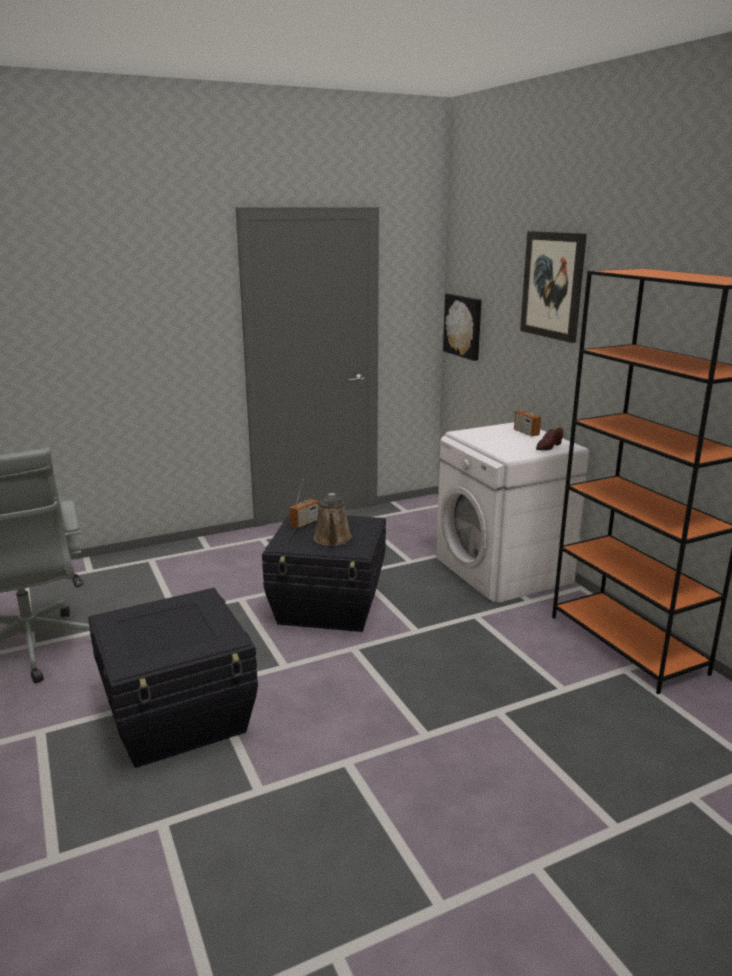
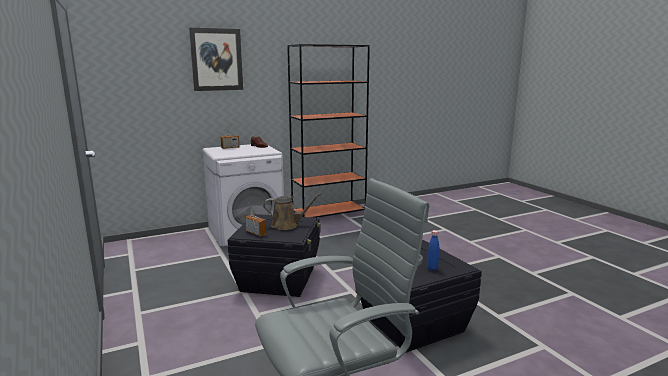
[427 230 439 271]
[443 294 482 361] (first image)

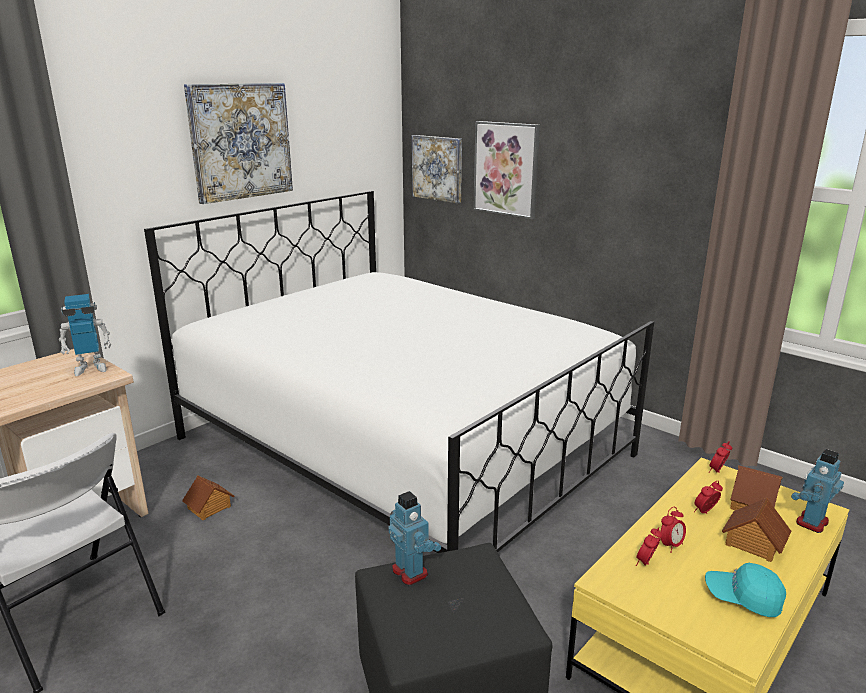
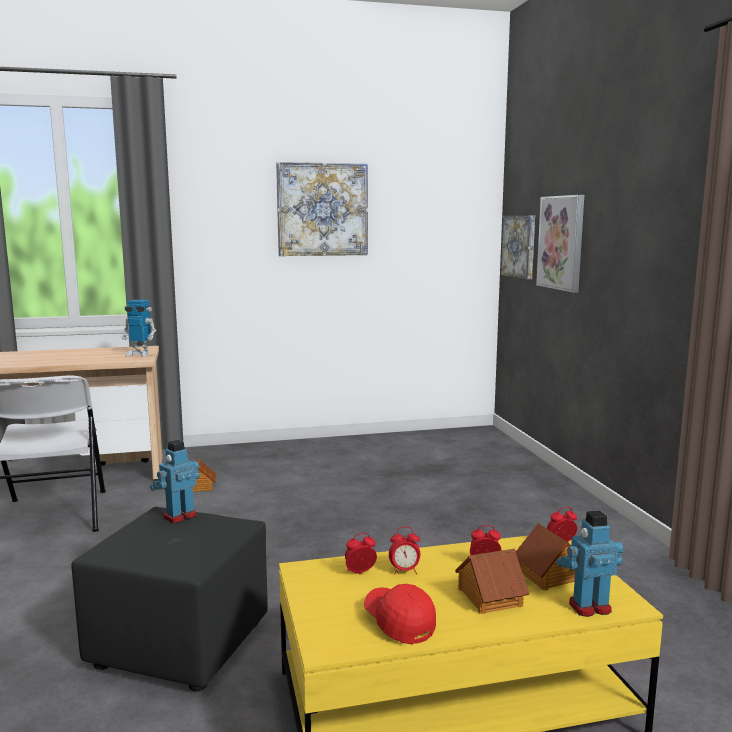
[150 440 200 523]
[364 584 436 645]
[144 191 654 553] (first image)

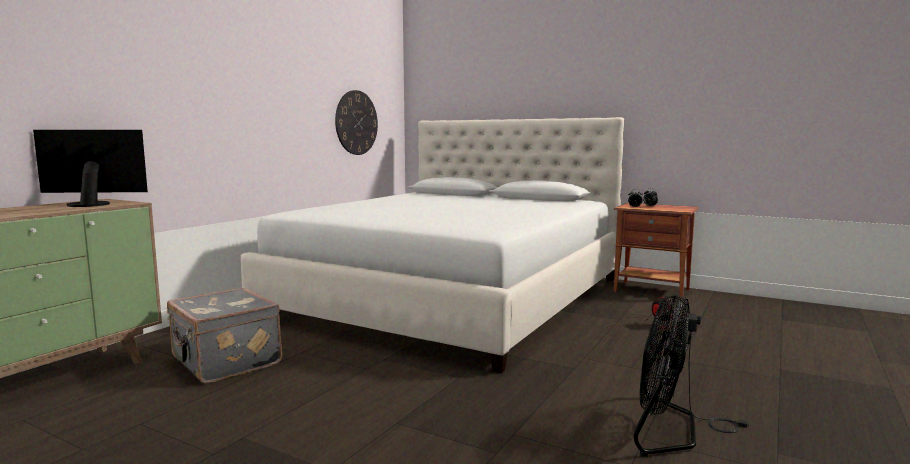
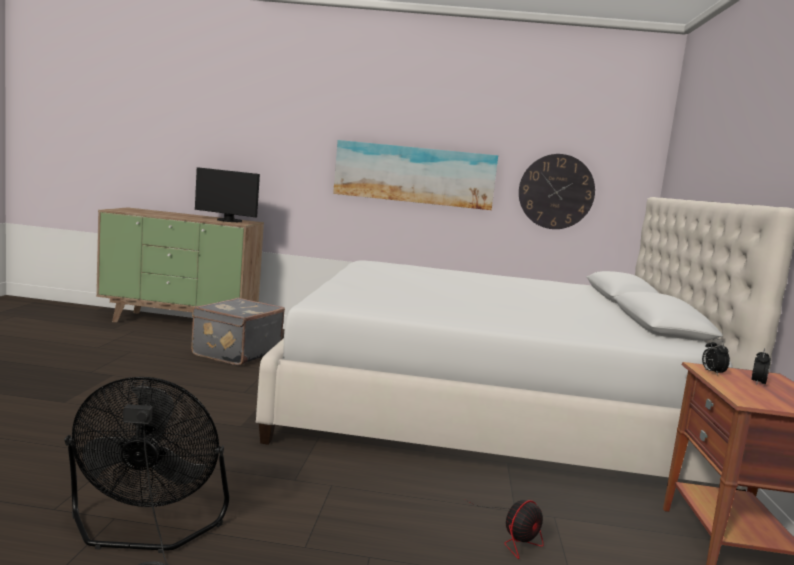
[195 167 260 222]
[333 140 498 210]

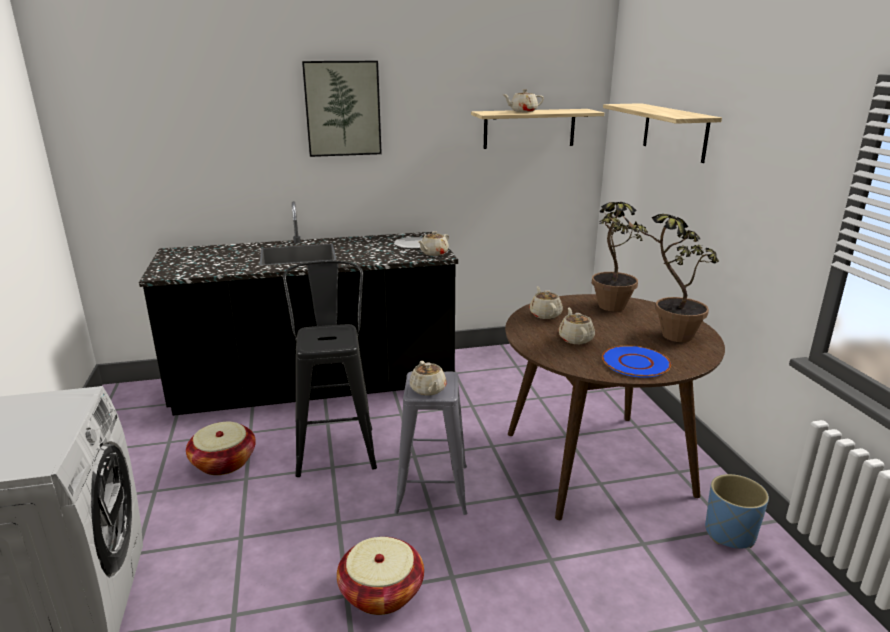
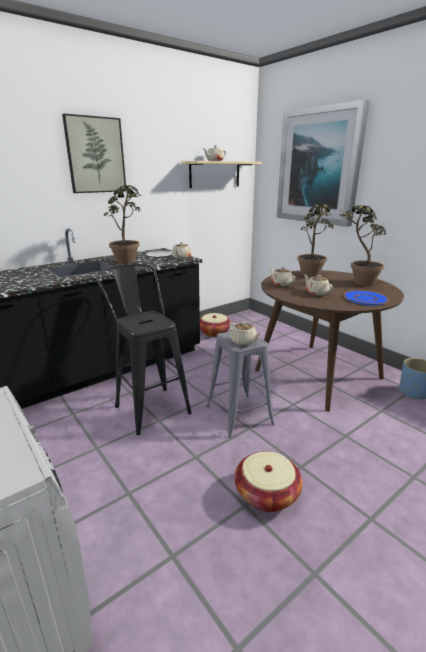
[105 185 141 264]
[200 313 231 337]
[277 99 370 227]

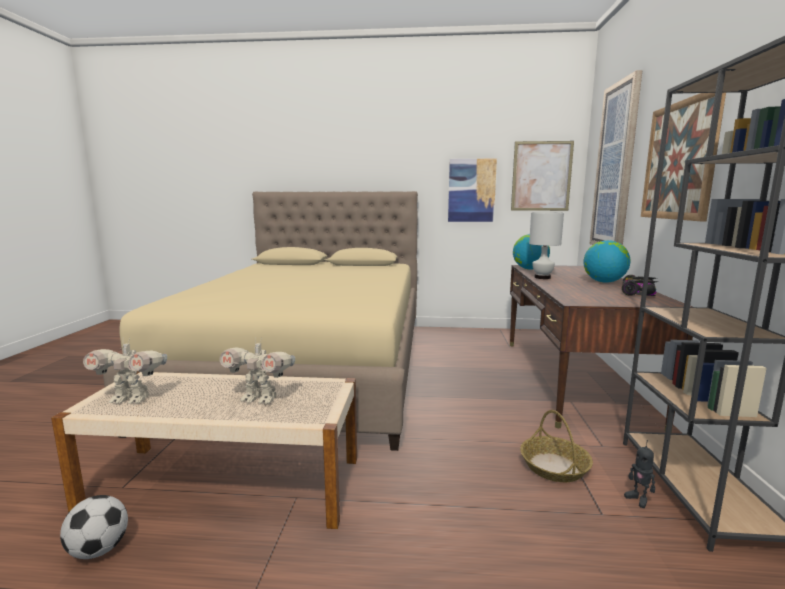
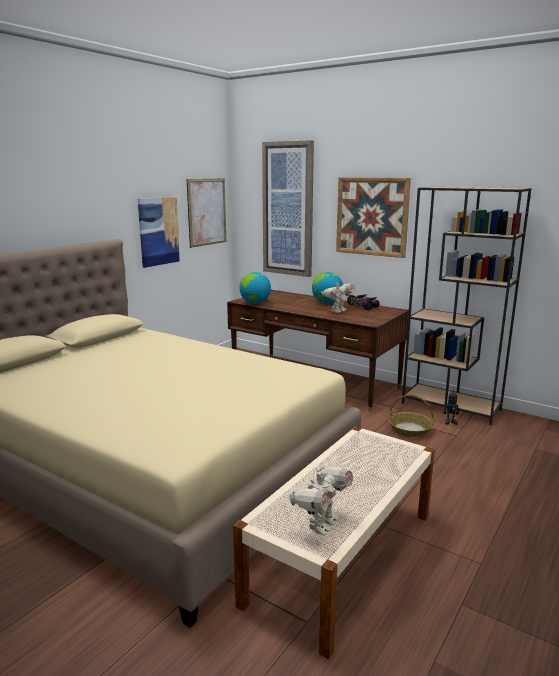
[321 282 355 313]
[60 495 128 559] (first image)
[529 212 564 279] (first image)

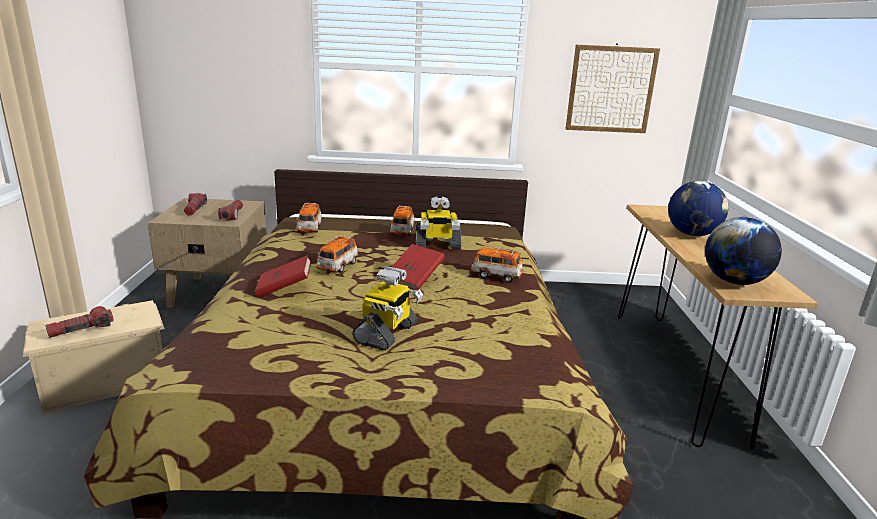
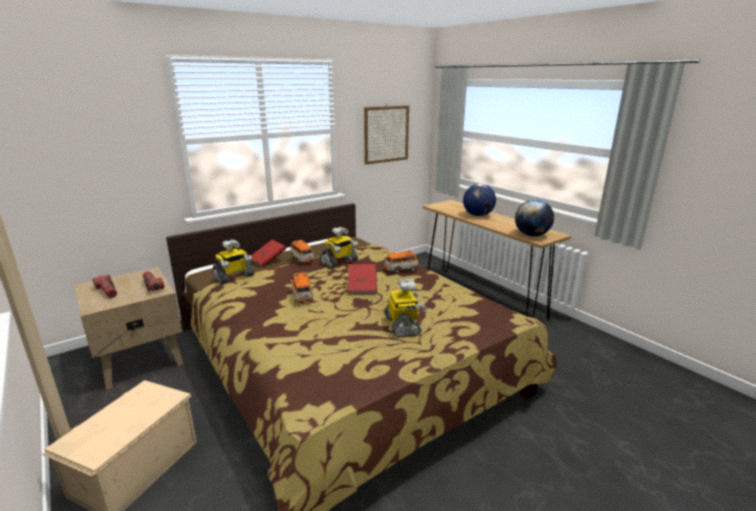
[212 239 254 284]
[251 239 286 267]
[45 306 113 338] (first image)

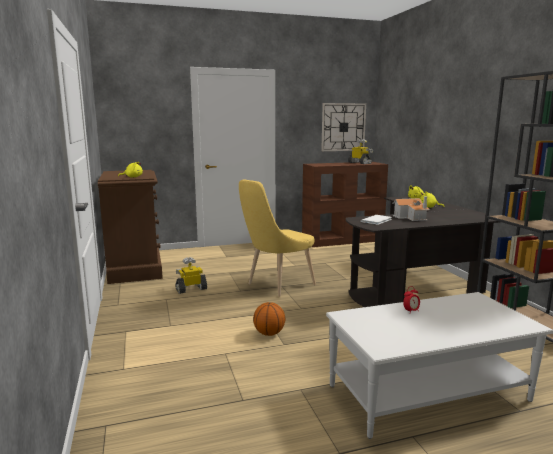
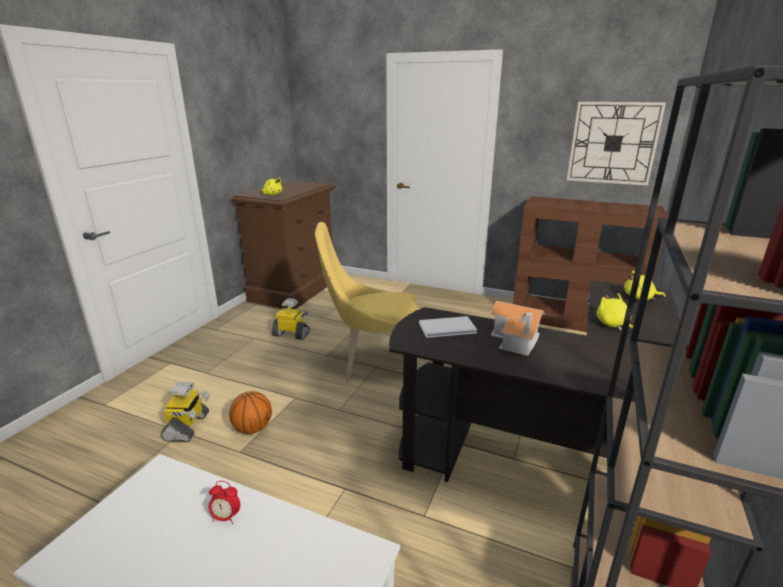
[161 382 210 442]

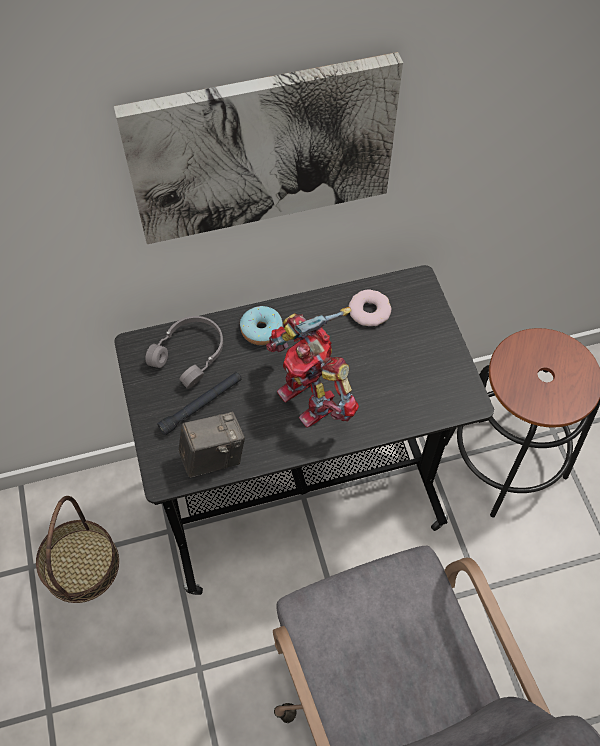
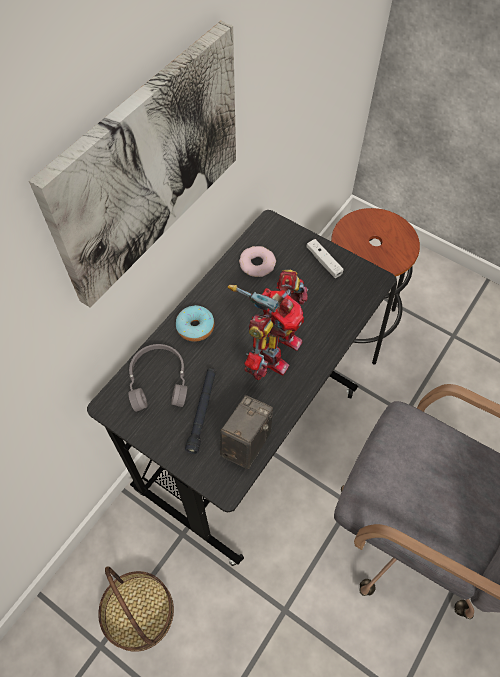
[228 270 308 380]
[306 239 344 278]

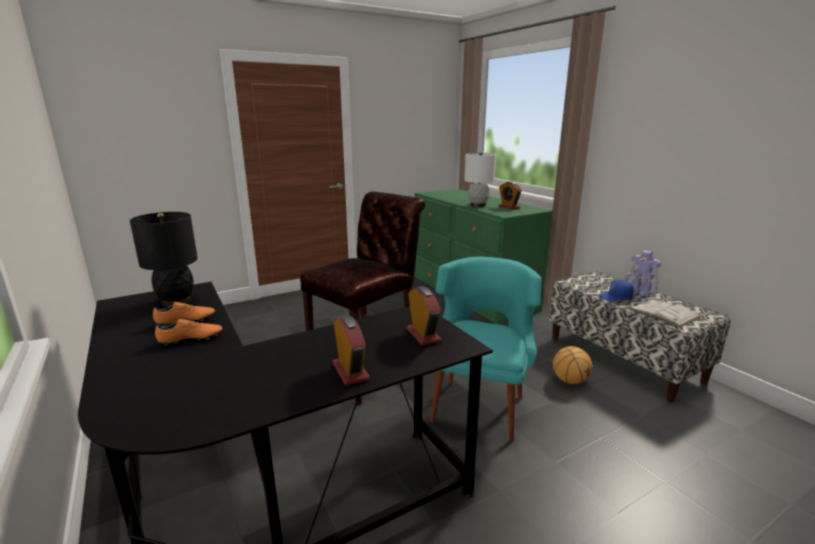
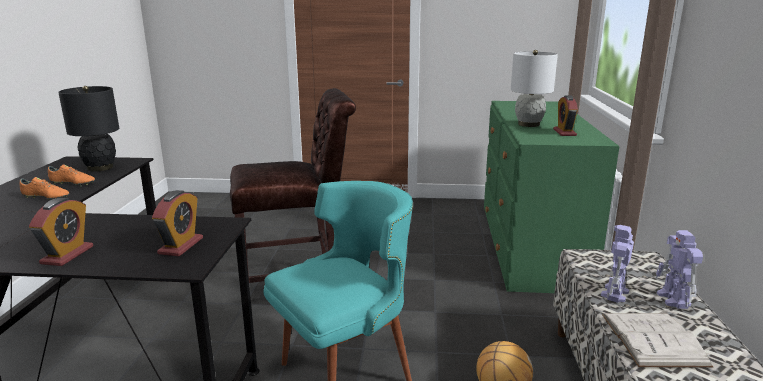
[601 225 634 303]

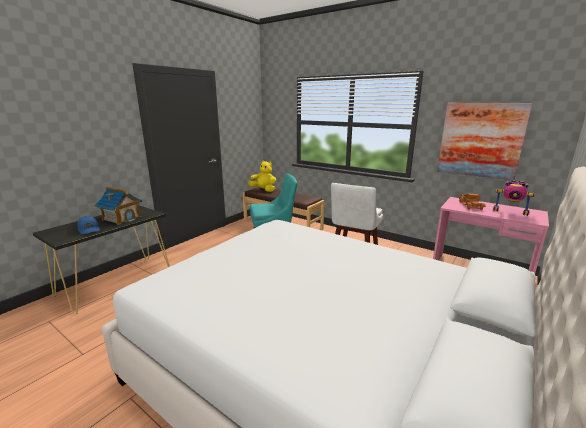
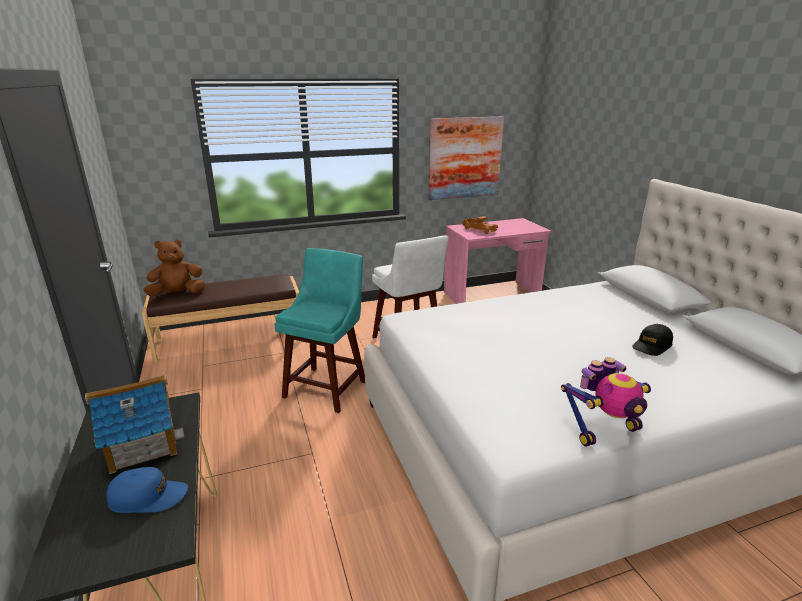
[143 240 206 296]
[561 357 651 447]
[632 324 673 356]

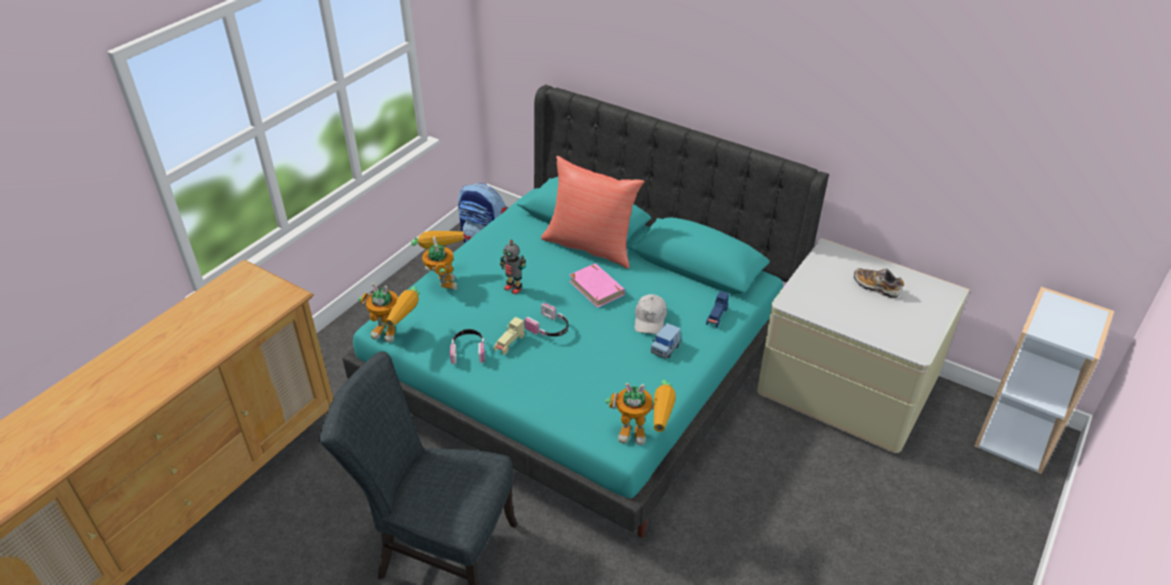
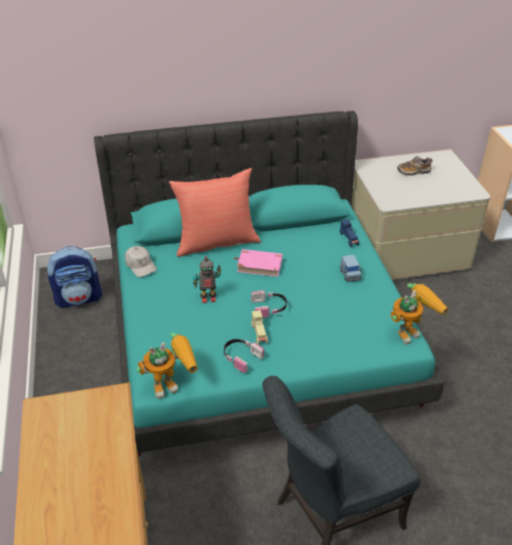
[125 246 157 277]
[411 231 464 290] (first image)

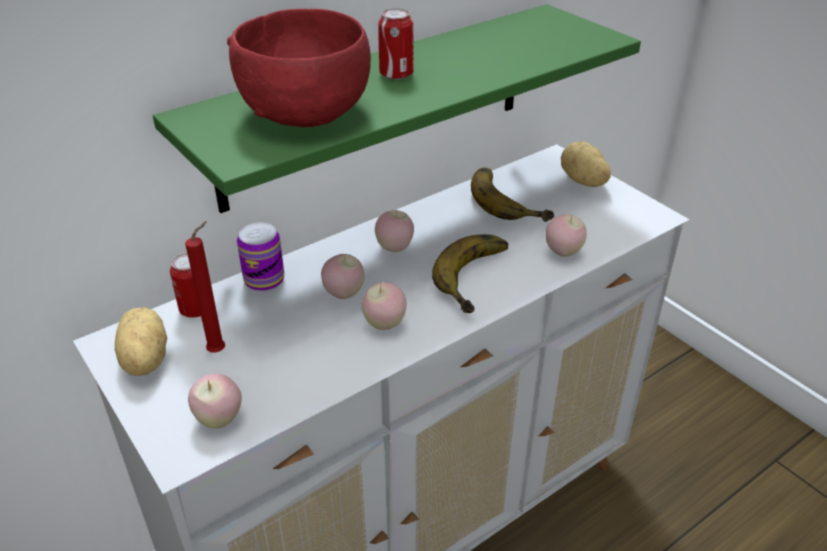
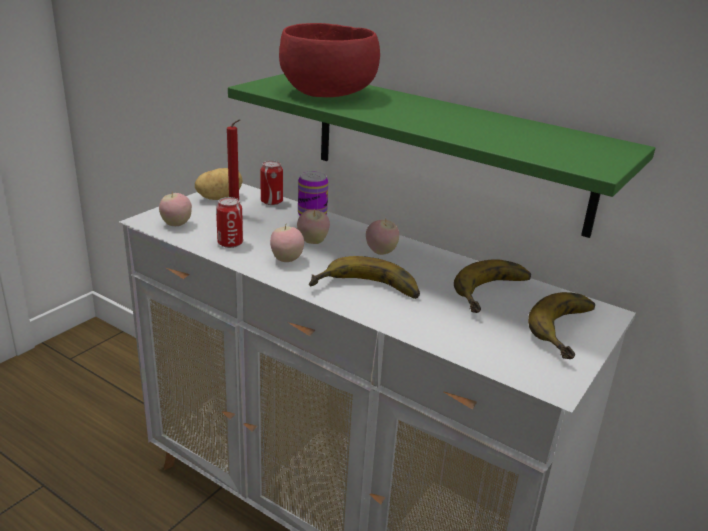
[216 197 243 248]
[528 292 595 359]
[546 214 587 257] (first image)

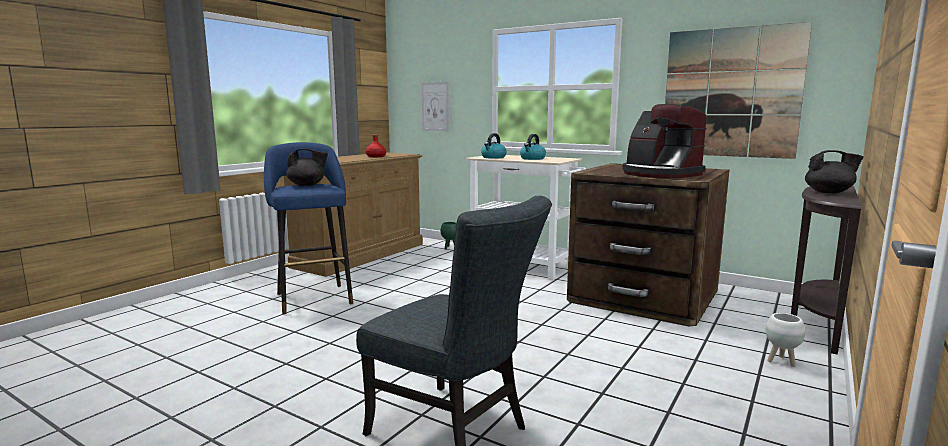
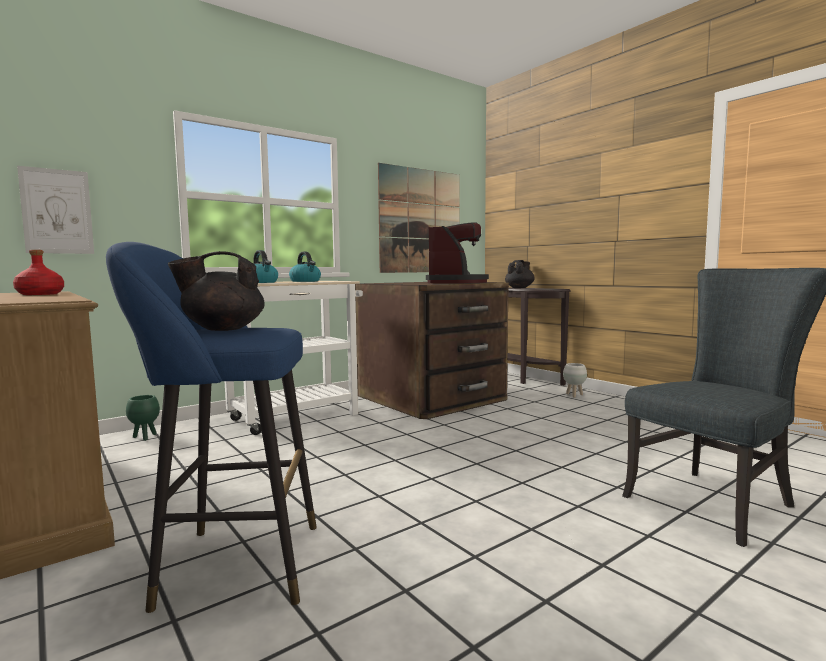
[168 251 265 331]
[426 222 489 283]

